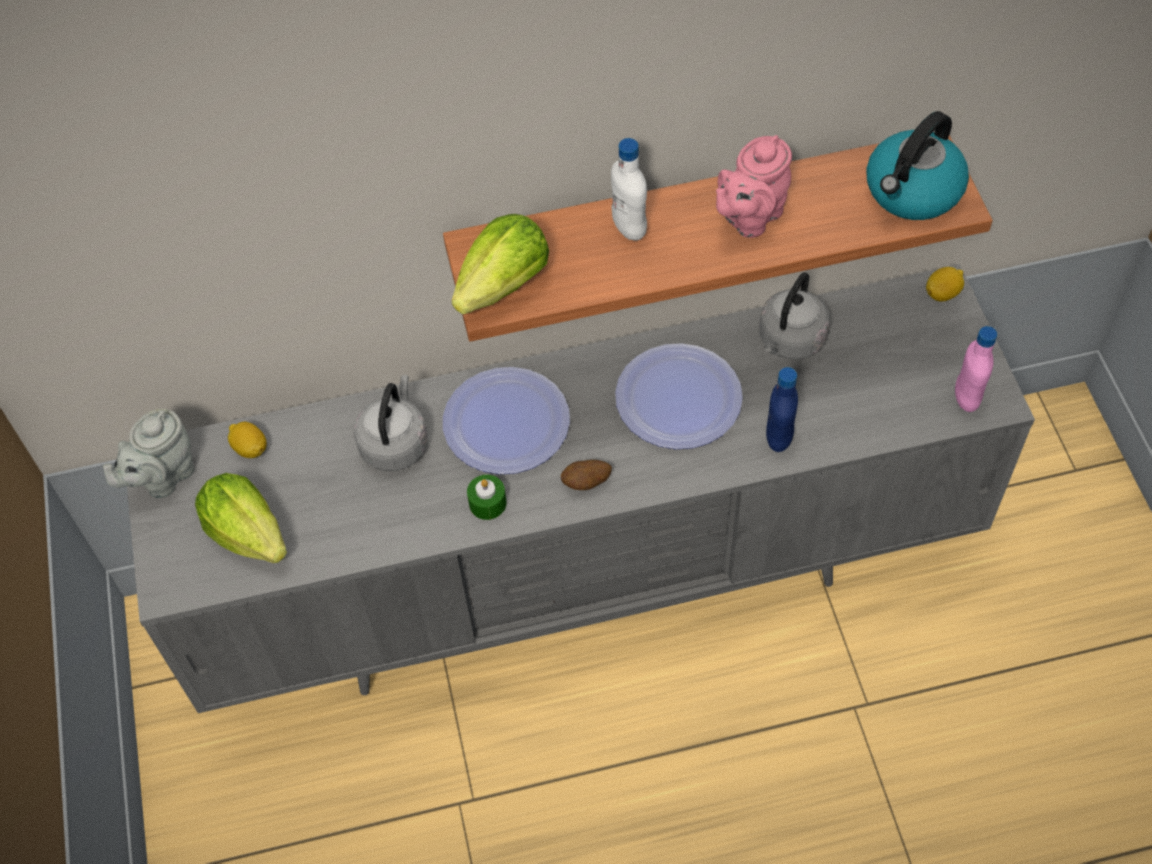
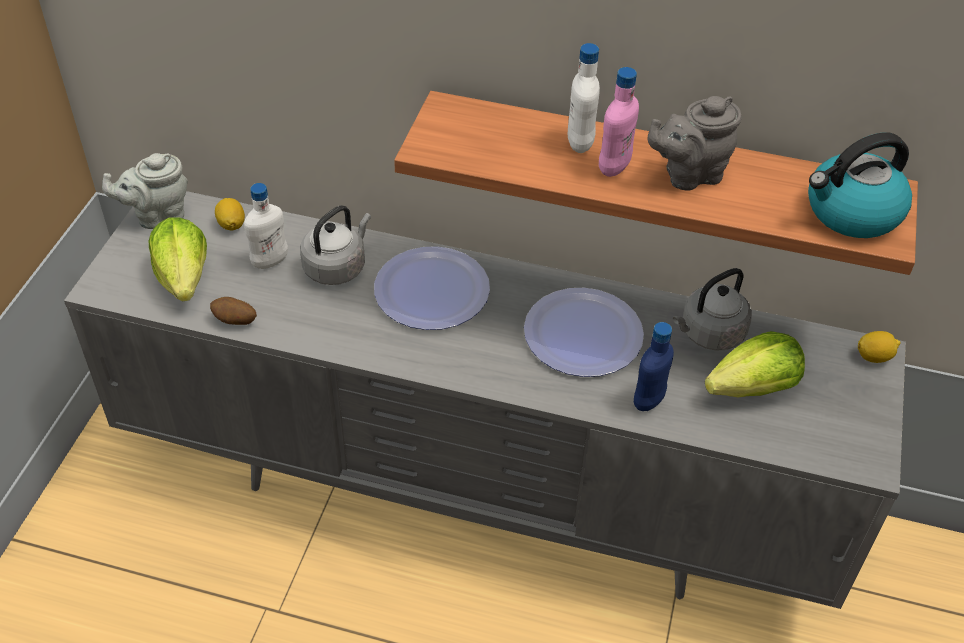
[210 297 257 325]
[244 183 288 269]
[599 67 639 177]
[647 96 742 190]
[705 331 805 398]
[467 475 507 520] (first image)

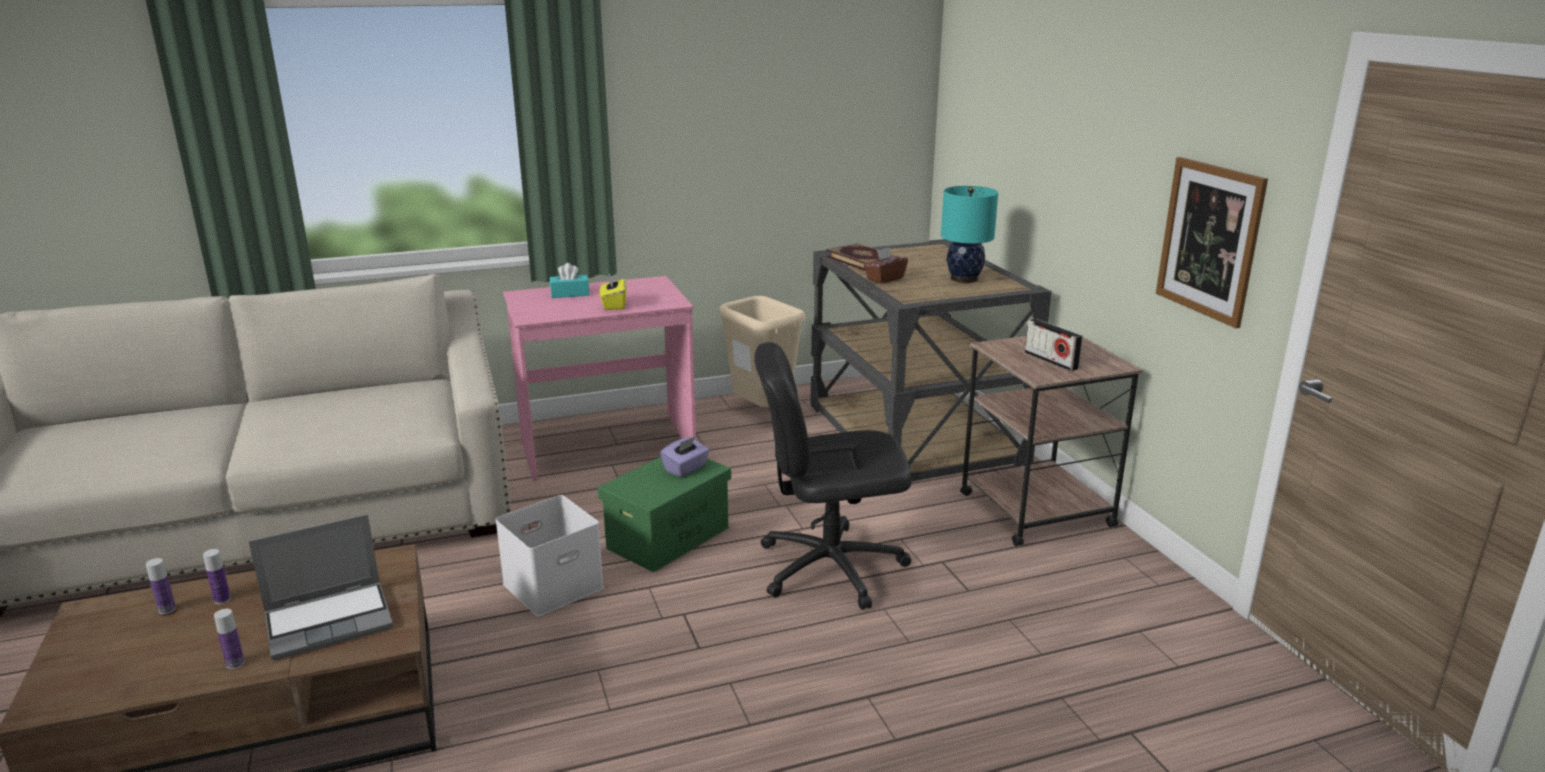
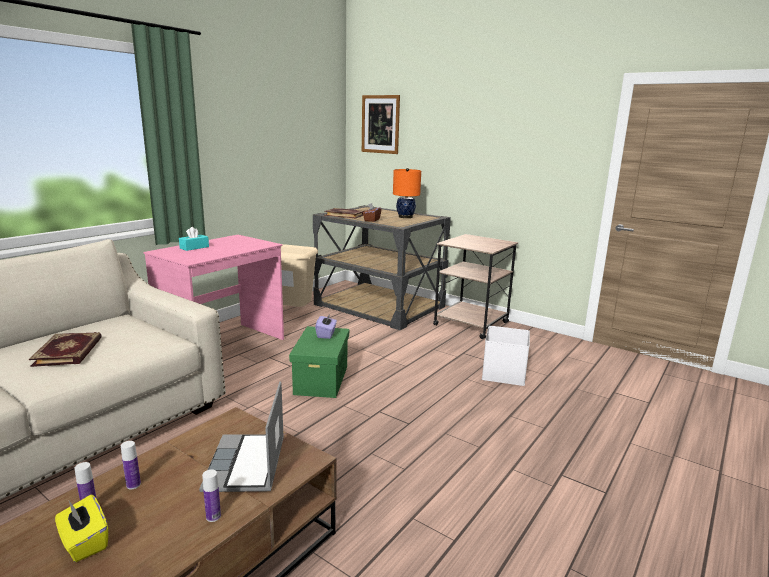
[29 332 102 367]
[55 495 108 562]
[199 381 284 492]
[362 95 400 154]
[393 168 421 218]
[482 326 530 386]
[754 342 912 610] (first image)
[1025 319 1083 371] (first image)

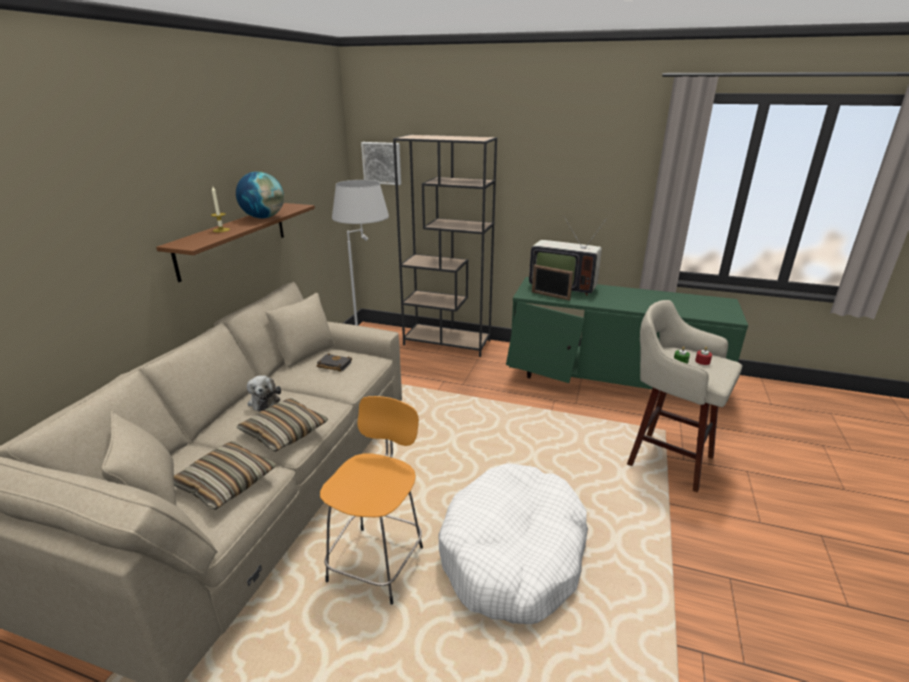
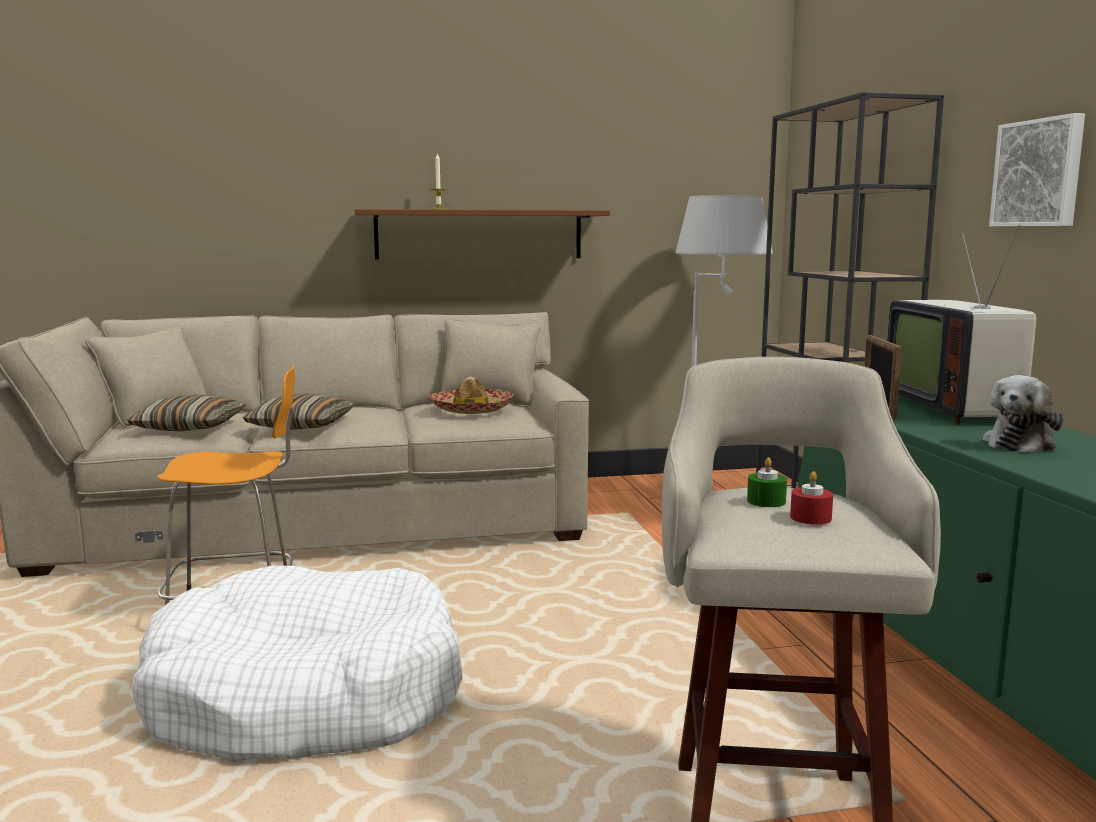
[428 377 514 414]
[983 375 1064 454]
[989 113 1085 226]
[236 171 284 218] (first image)

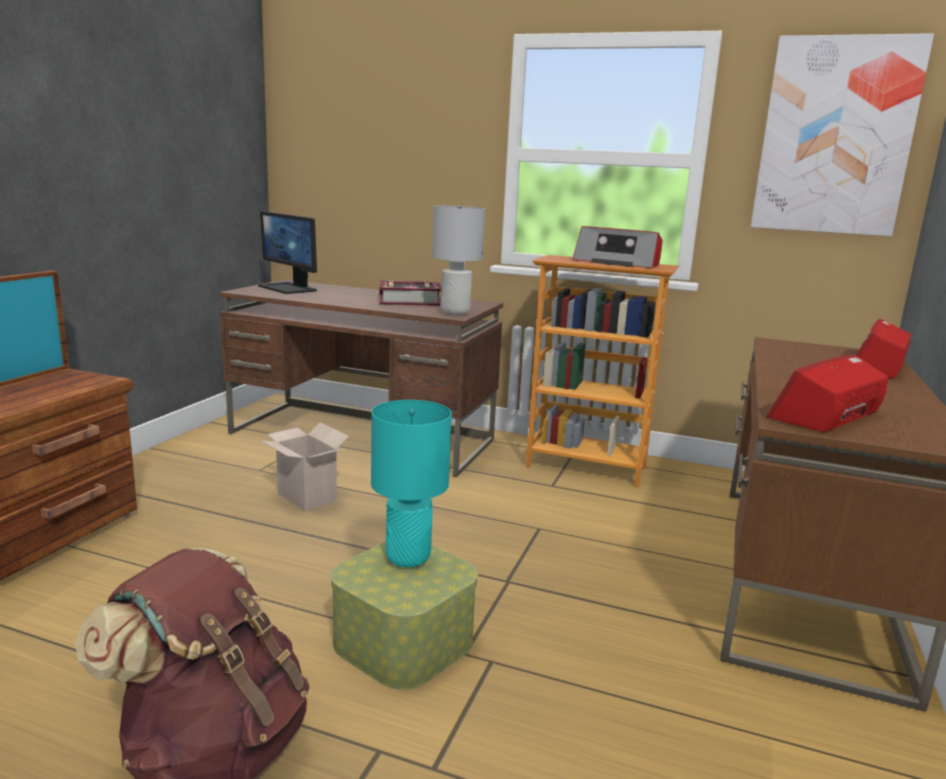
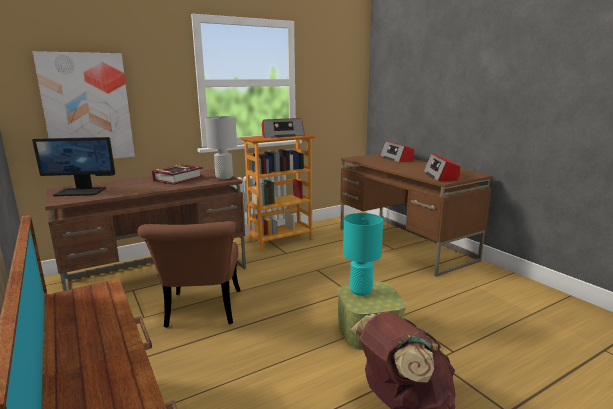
[33 51 135 159]
[138 221 241 328]

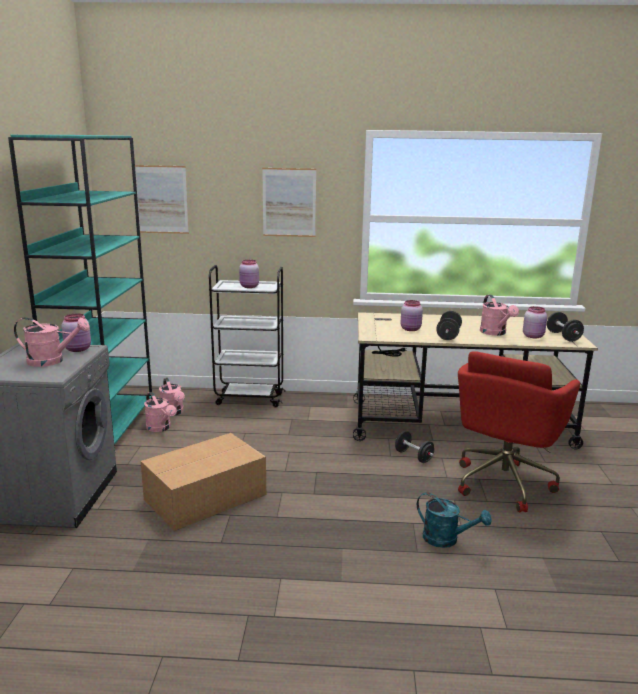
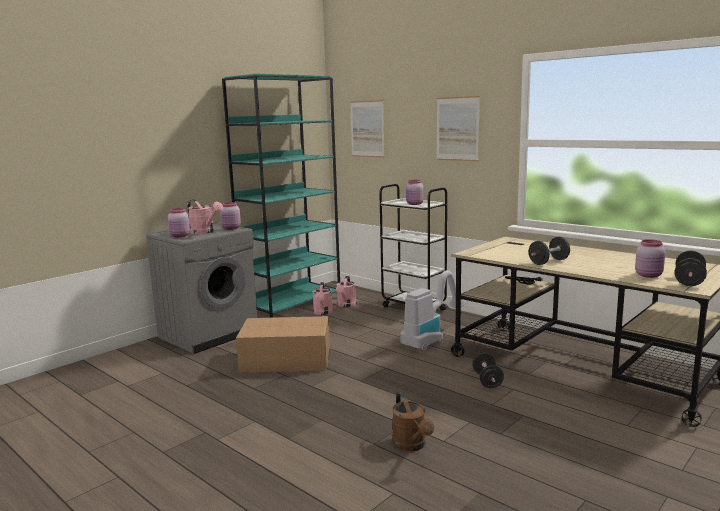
[168 208 190 237]
[392 392 434 451]
[400 270 466 351]
[458 351 580 512] (first image)
[480 295 519 336] (first image)

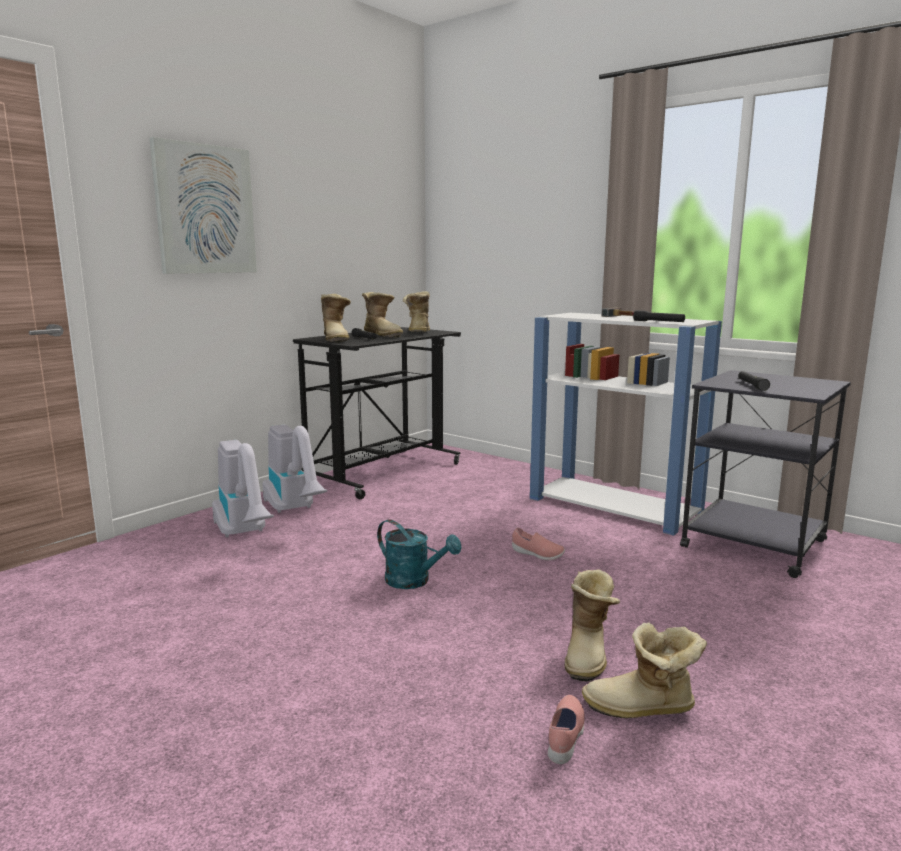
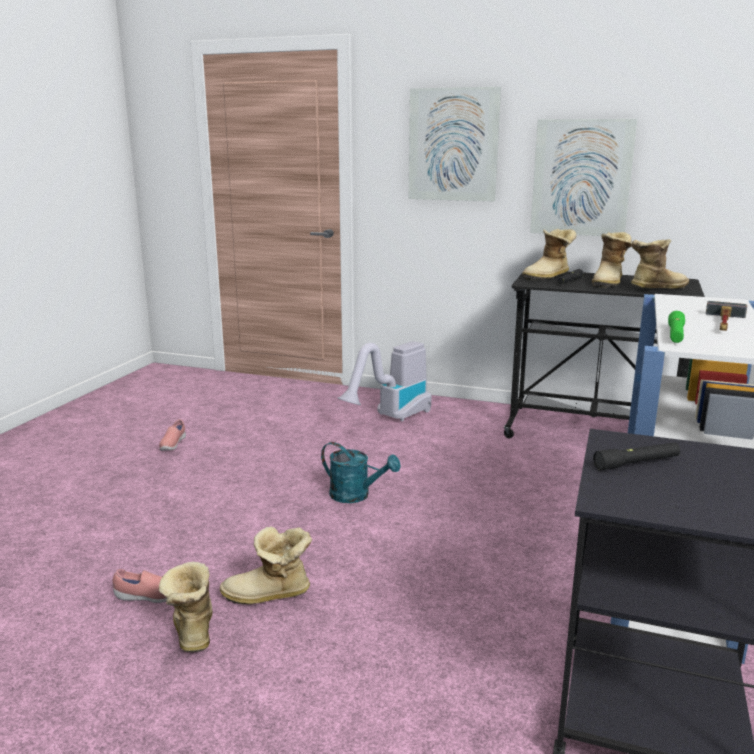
[159 419 186 451]
[321 442 401 503]
[530 119 637 236]
[668 311 685 343]
[262 425 327 513] (first image)

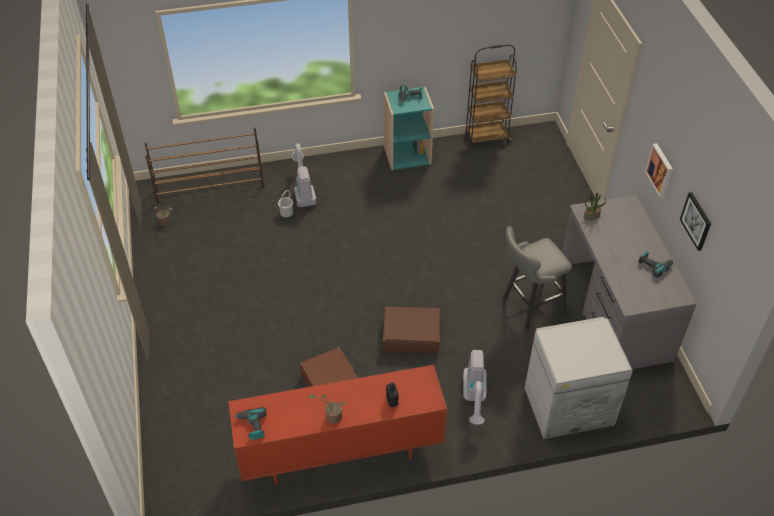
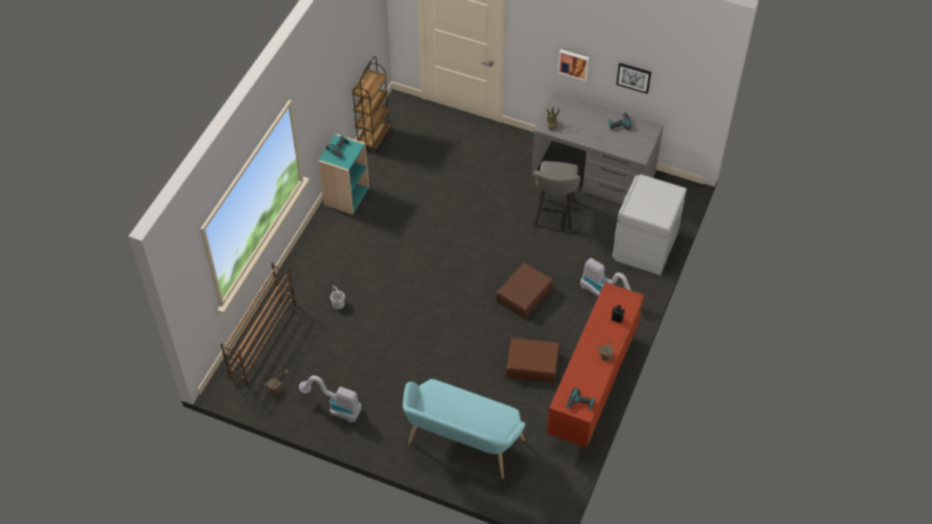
[299 376 362 423]
[403 379 525 479]

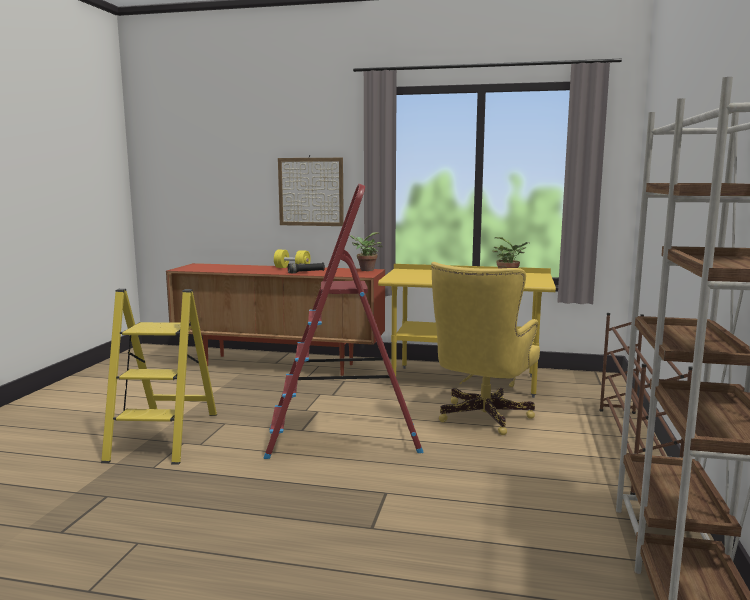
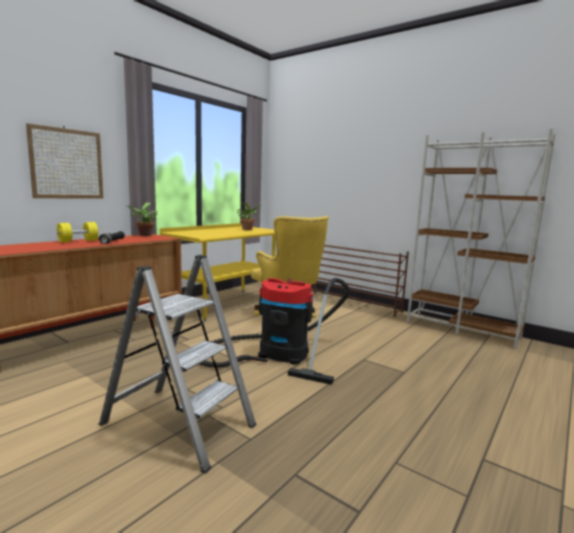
[99 255 257 474]
[199 278 350 385]

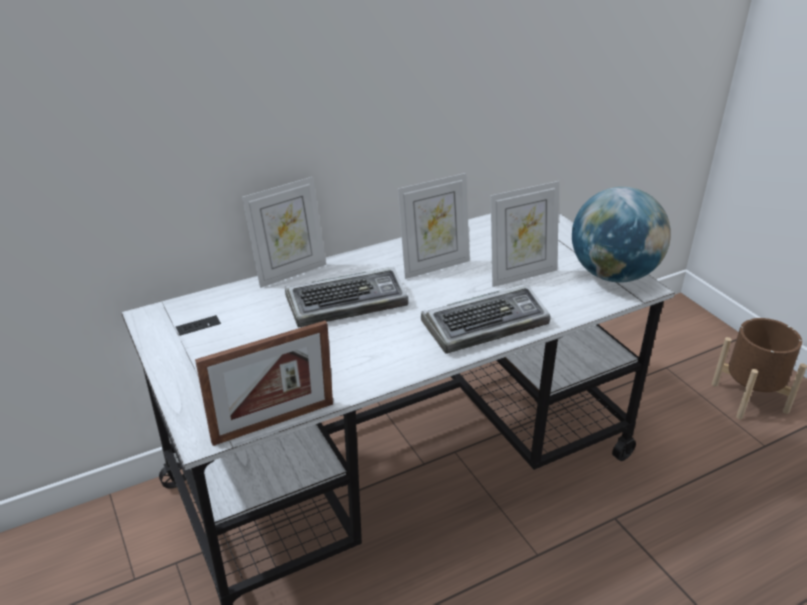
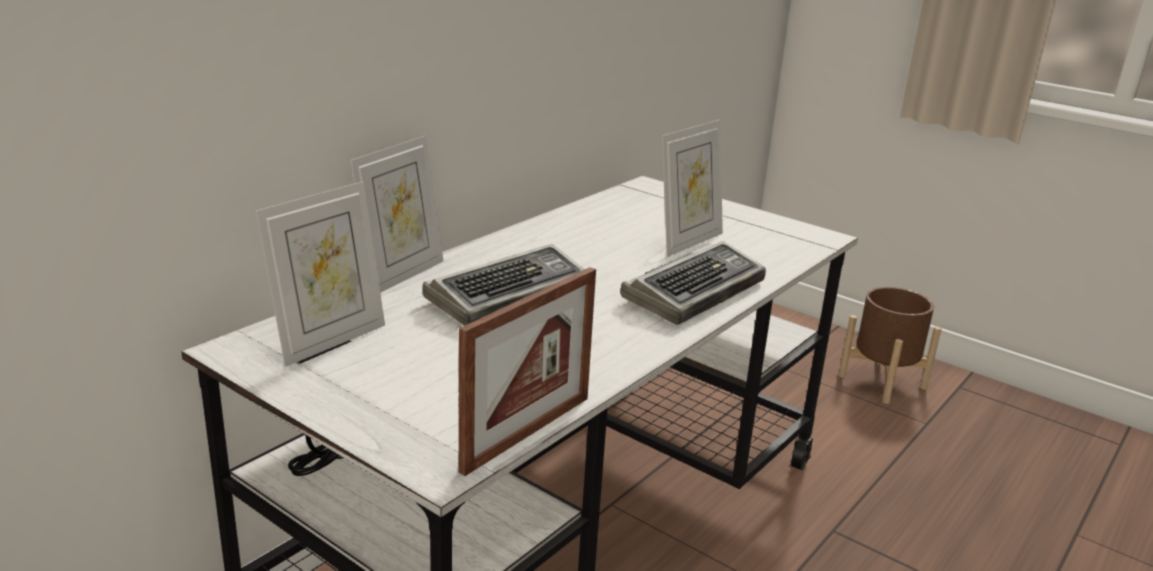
[256 181 385 367]
[572 187 671 283] (first image)

